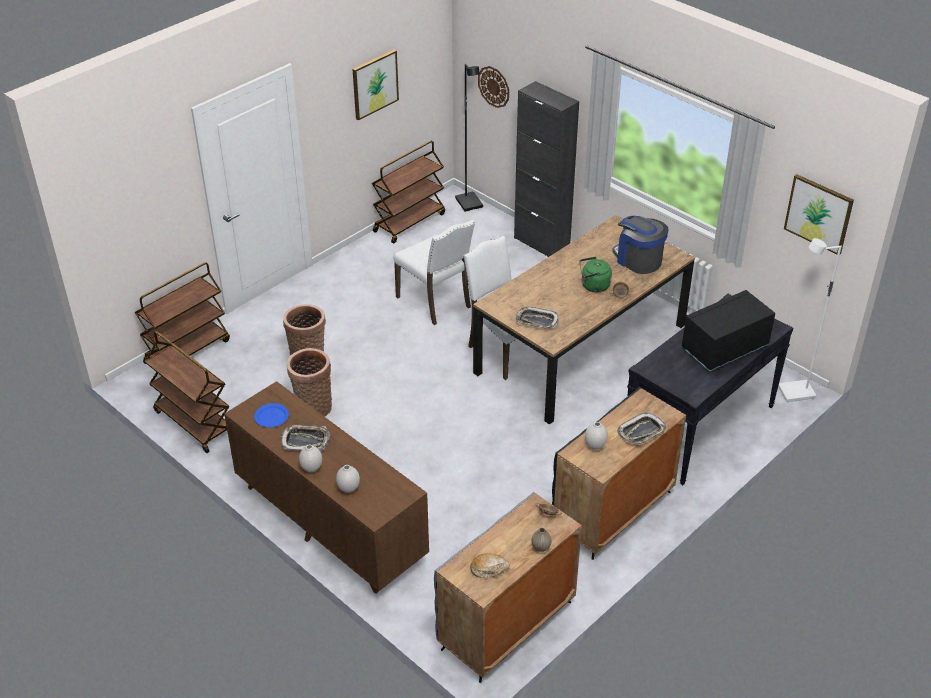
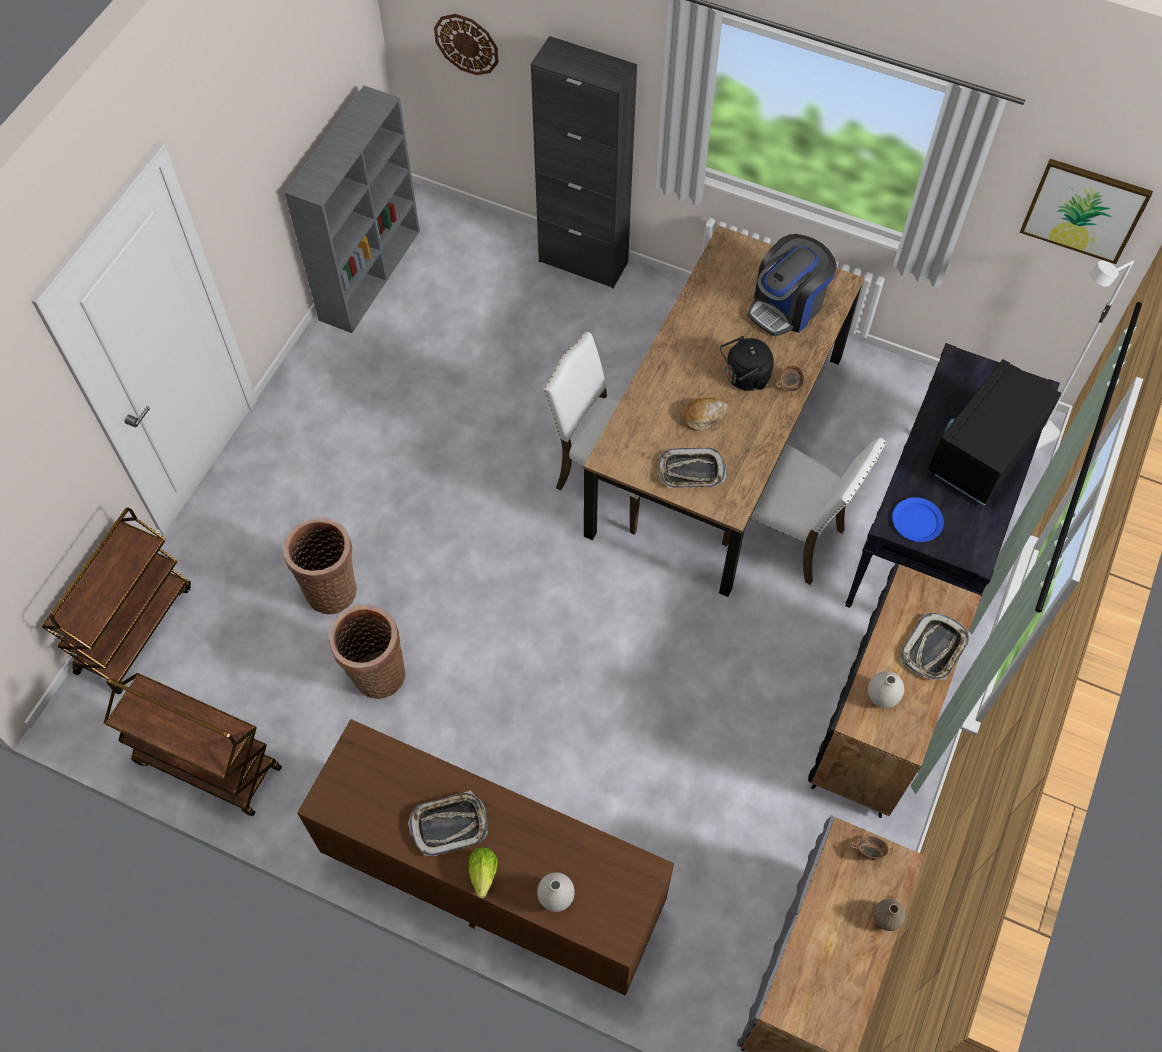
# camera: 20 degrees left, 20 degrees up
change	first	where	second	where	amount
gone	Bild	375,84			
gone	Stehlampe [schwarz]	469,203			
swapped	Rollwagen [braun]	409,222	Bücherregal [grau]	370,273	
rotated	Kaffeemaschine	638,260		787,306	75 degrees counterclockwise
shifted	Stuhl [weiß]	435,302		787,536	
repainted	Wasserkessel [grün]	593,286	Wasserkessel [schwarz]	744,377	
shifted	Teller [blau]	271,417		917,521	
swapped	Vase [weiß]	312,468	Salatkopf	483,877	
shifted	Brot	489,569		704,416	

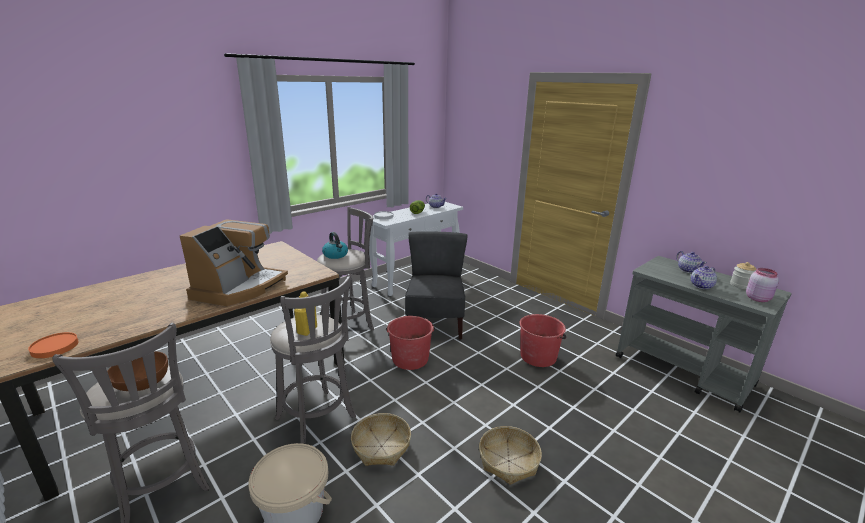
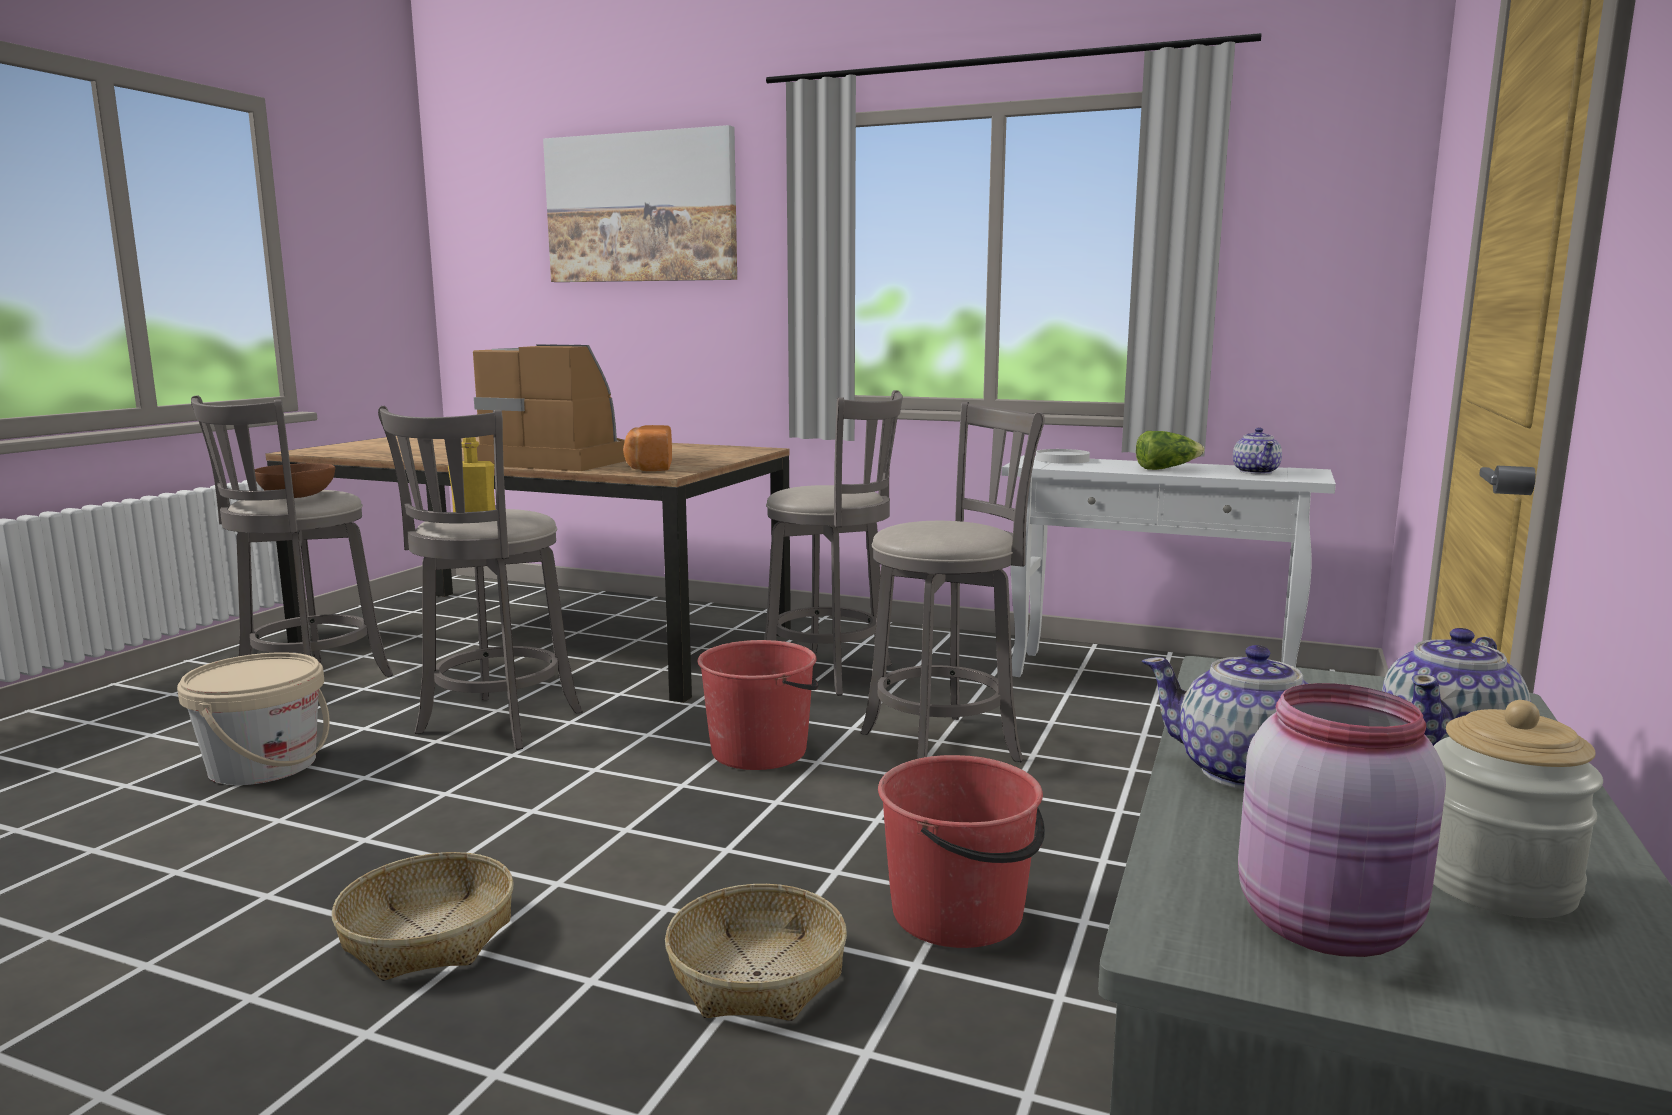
# camera: 65 degrees right, 10 degrees down
change	first	where	second	where	amount
rotated	Kaffeemaschine	239,288		557,461	150 degrees counterclockwise
swapped	Stuhl [grau]	435,324	Hocker [grau]	947,745	
gone	Wasserkessel	336,255			
gone	Teller [orange]	54,347			
shifted	Korb	381,446		758,974	
new			Bild	641,208	
new			Brot	648,467	

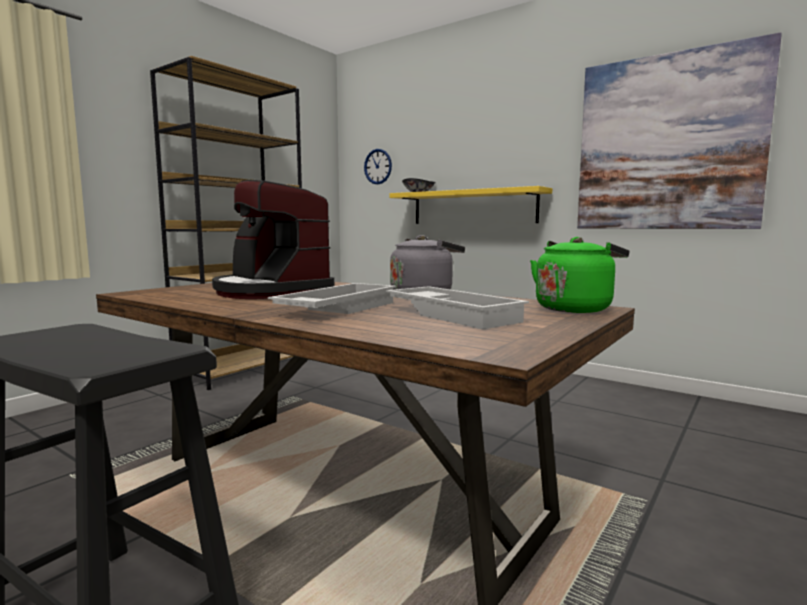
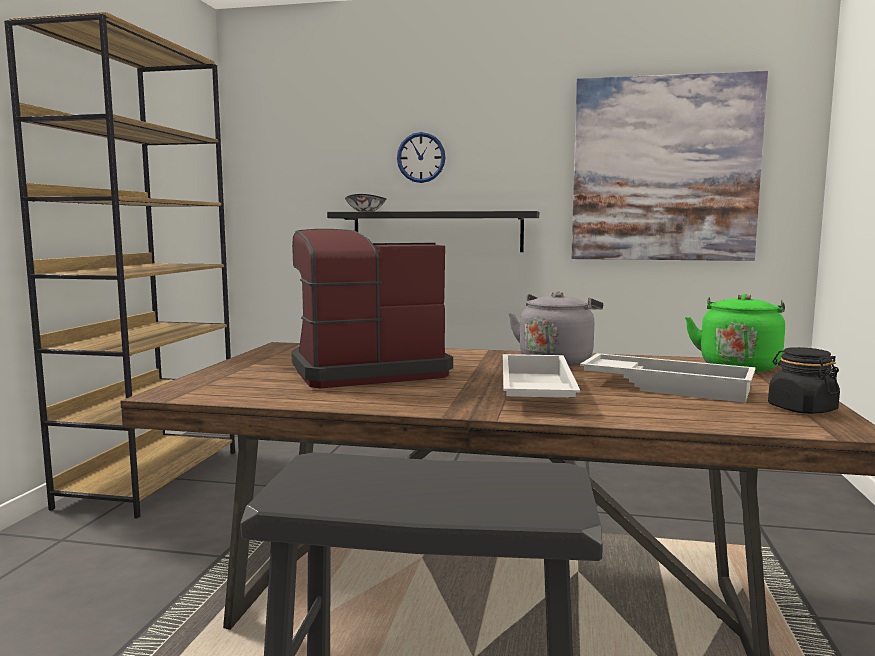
# camera: 25 degrees left, 0 degrees up
change	first	where	second	where	amount
shifted	Wanduhr	378,166		421,157	
rotated	Kaffeemaschine	270,292		365,371	135 degrees clockwise
repainted	Wandregal [gelb]	473,207	Wandregal [schwarz]	437,232	
new			Vorratsglas [schwarz]	801,409	

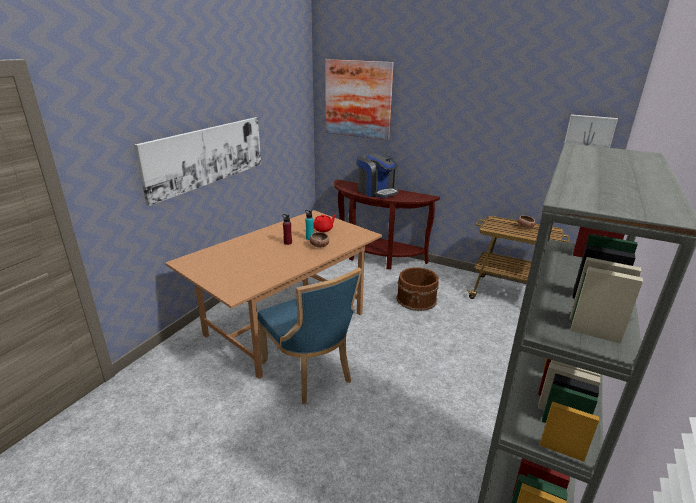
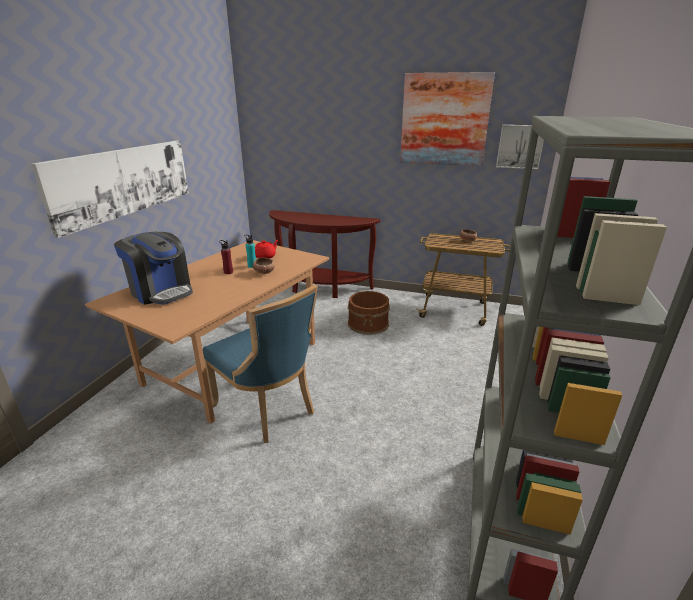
# camera: 10 degrees left, 0 degrees up
change	first	where	second	where	amount
shifted	Bild	358,99		444,120	
shifted	Kaffeemaschine	376,191		161,292	

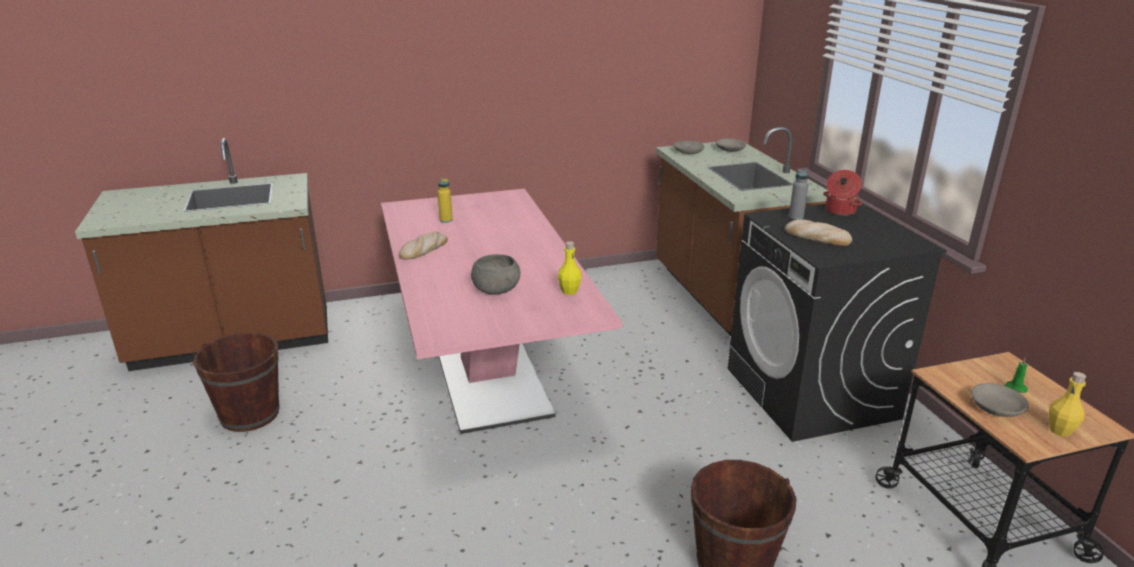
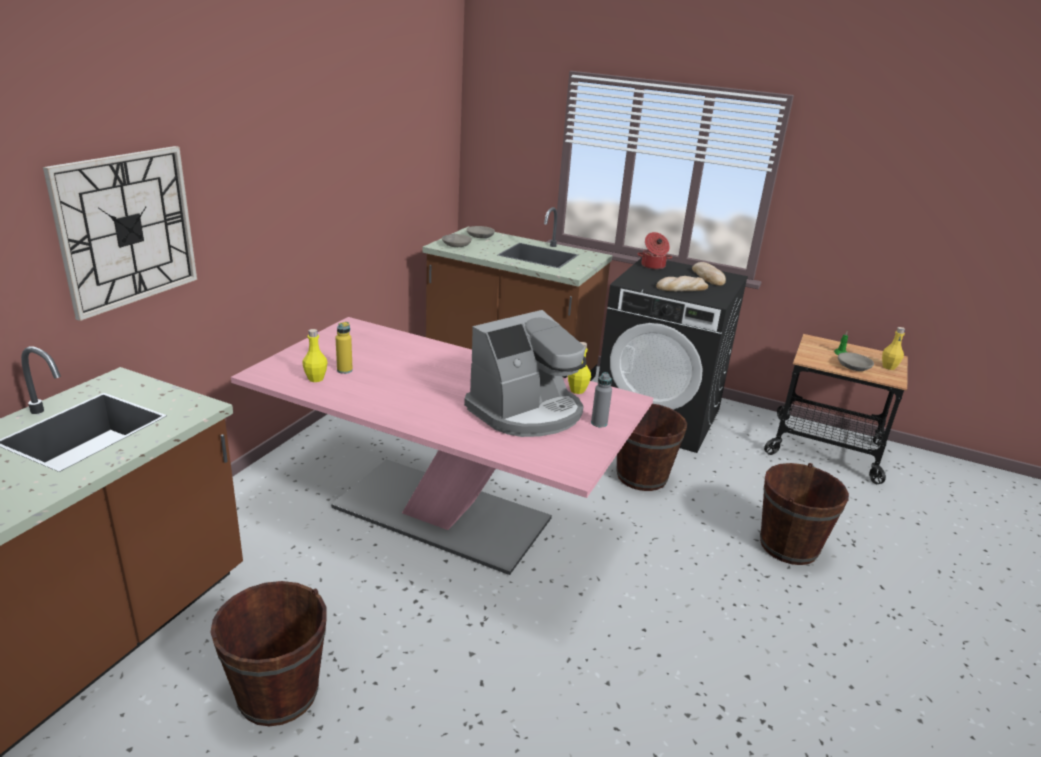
# camera: 50 degrees left, 0 degrees up
change	first	where	second	where	amount
shifted	Flasche [grau]	796,216		599,423	
shifted	Brot	423,249		708,277	
swapped	Schüssel [grau]	497,289	Kaffeemaschine	526,412	
new			Wanduhr	127,229	
new			Flasche [gelb]	316,379	
new			Eimer [braun]	641,476	

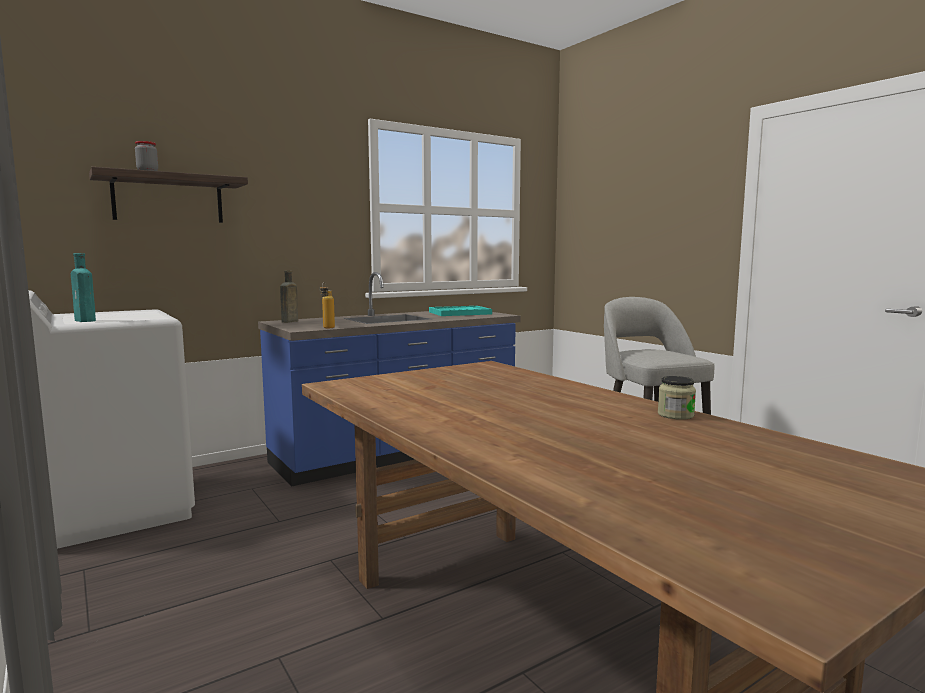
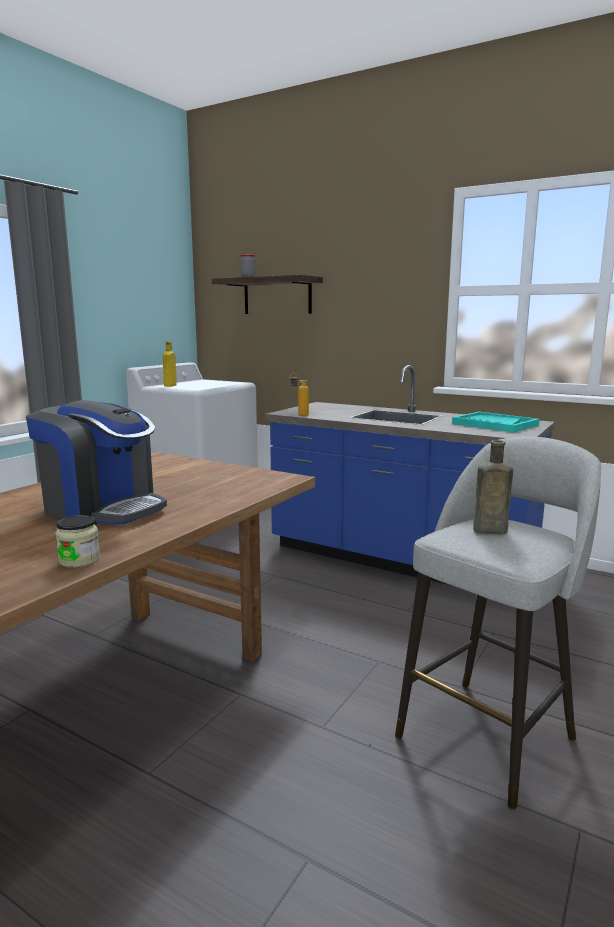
# camera: 65 degrees right, 5 degrees up
change	first	where	second	where	amount
repainted	Flasche [türkis]	86,321	Flasche [gelb]	170,386	
shifted	Flasche [braun]	288,321		487,531	
new			Kaffeemaschine	102,509	

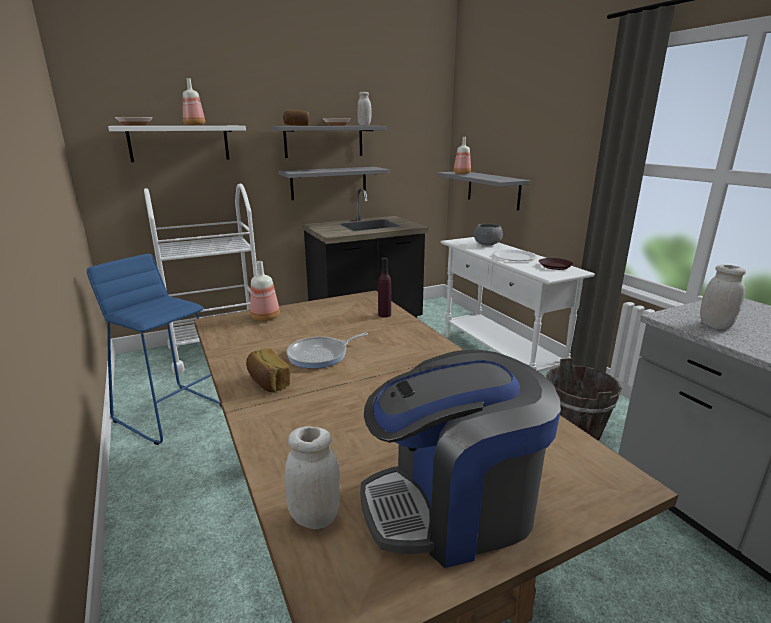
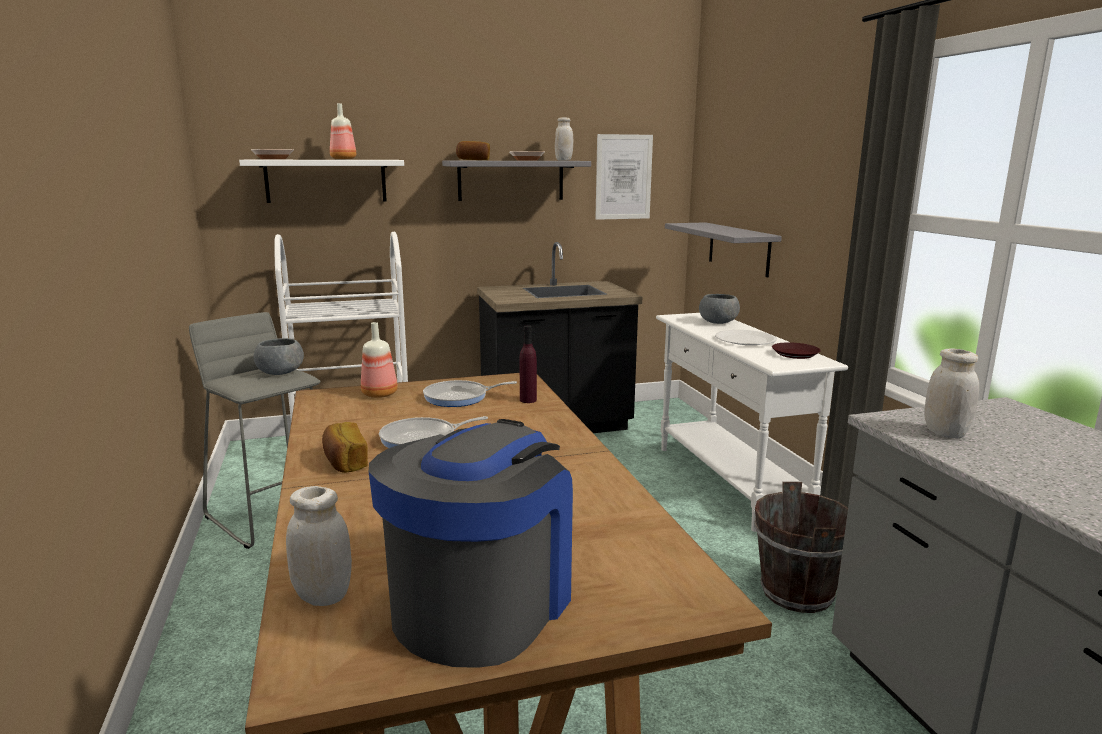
# camera: 10 degrees right, 5 degrees down
change	first	where	second	where	amount
gone	Flasche	461,174			
gone	Wandregal [grau]	329,183			
repainted	Hocker [blau]	171,413	Hocker [grau]	274,514	
rotated	Kaffeemaschine	453,506		482,603	120 degrees clockwise
new			Bild	623,177	
new			Schüssel [grau]	280,372	
new			Pfanne	459,398	

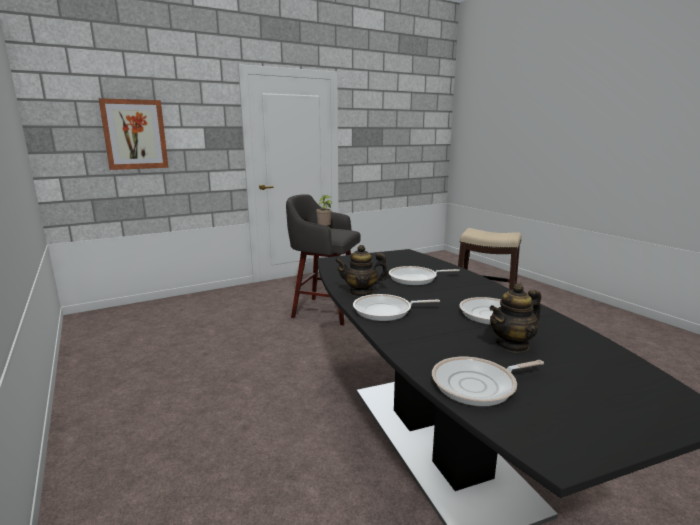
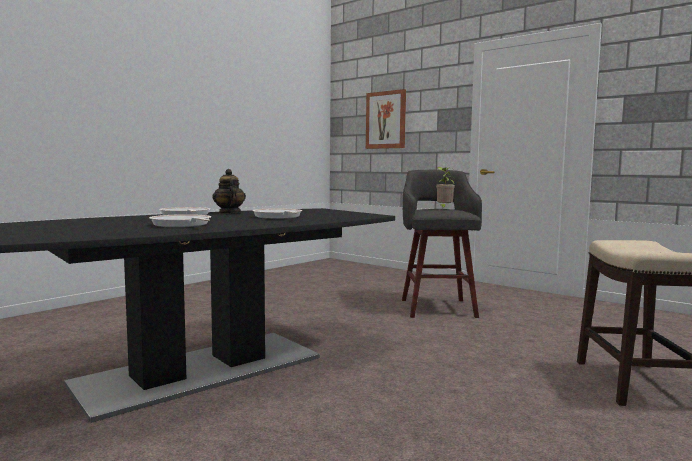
# camera: 70 degrees right, 10 degrees down
change	first	where	second	where	amount
gone	Teekanne	512,344			
gone	Pfanne	478,385			

